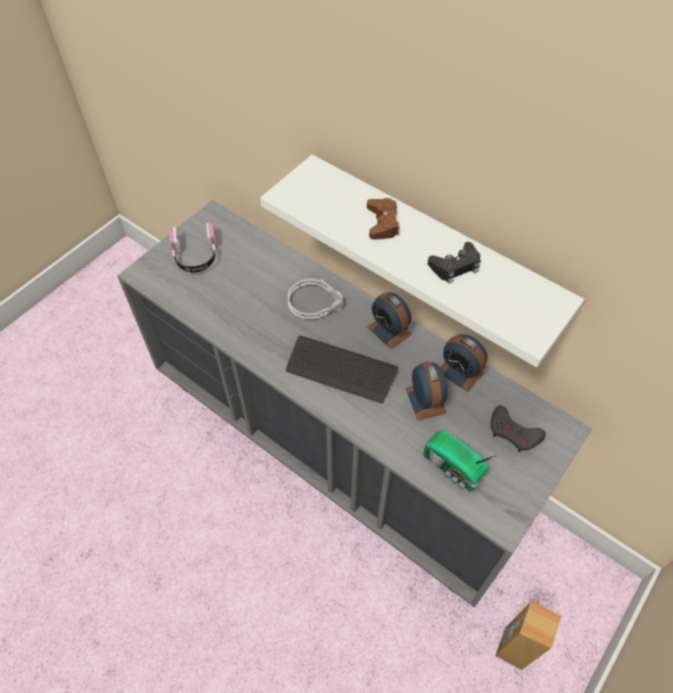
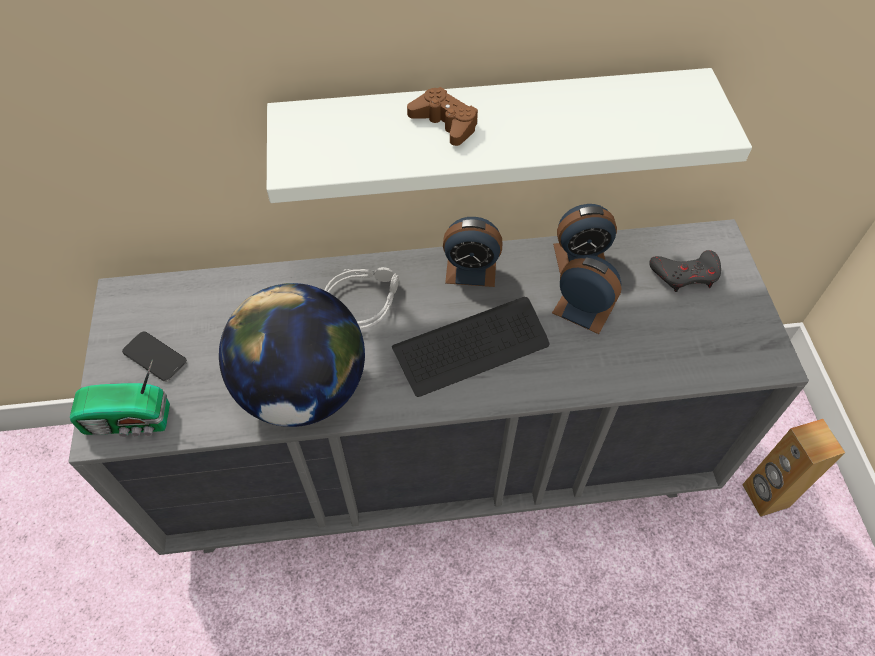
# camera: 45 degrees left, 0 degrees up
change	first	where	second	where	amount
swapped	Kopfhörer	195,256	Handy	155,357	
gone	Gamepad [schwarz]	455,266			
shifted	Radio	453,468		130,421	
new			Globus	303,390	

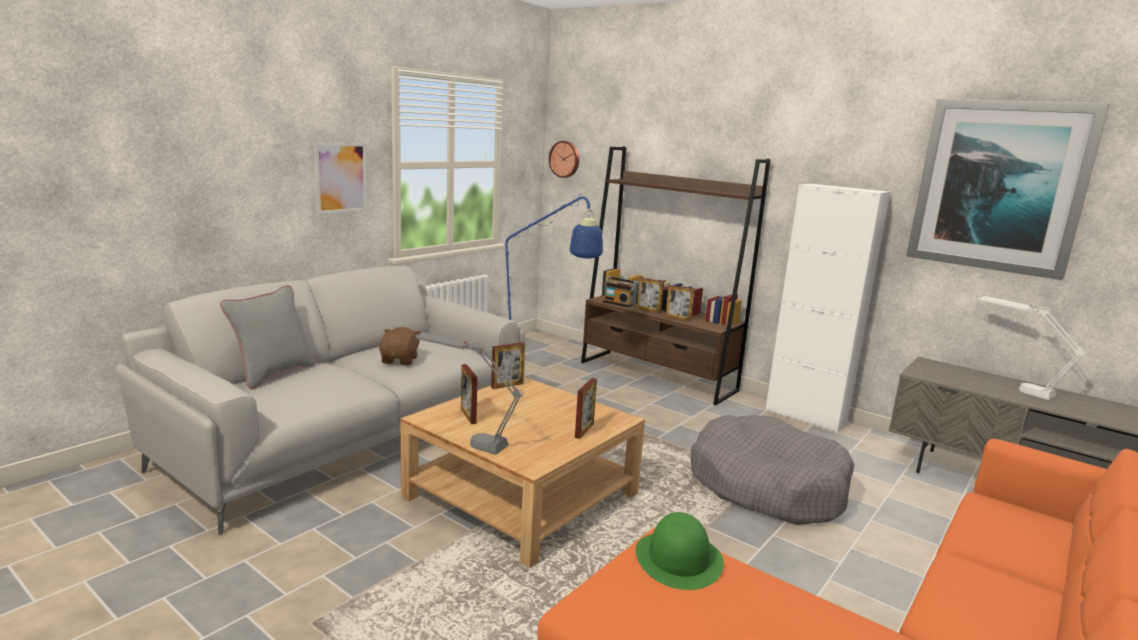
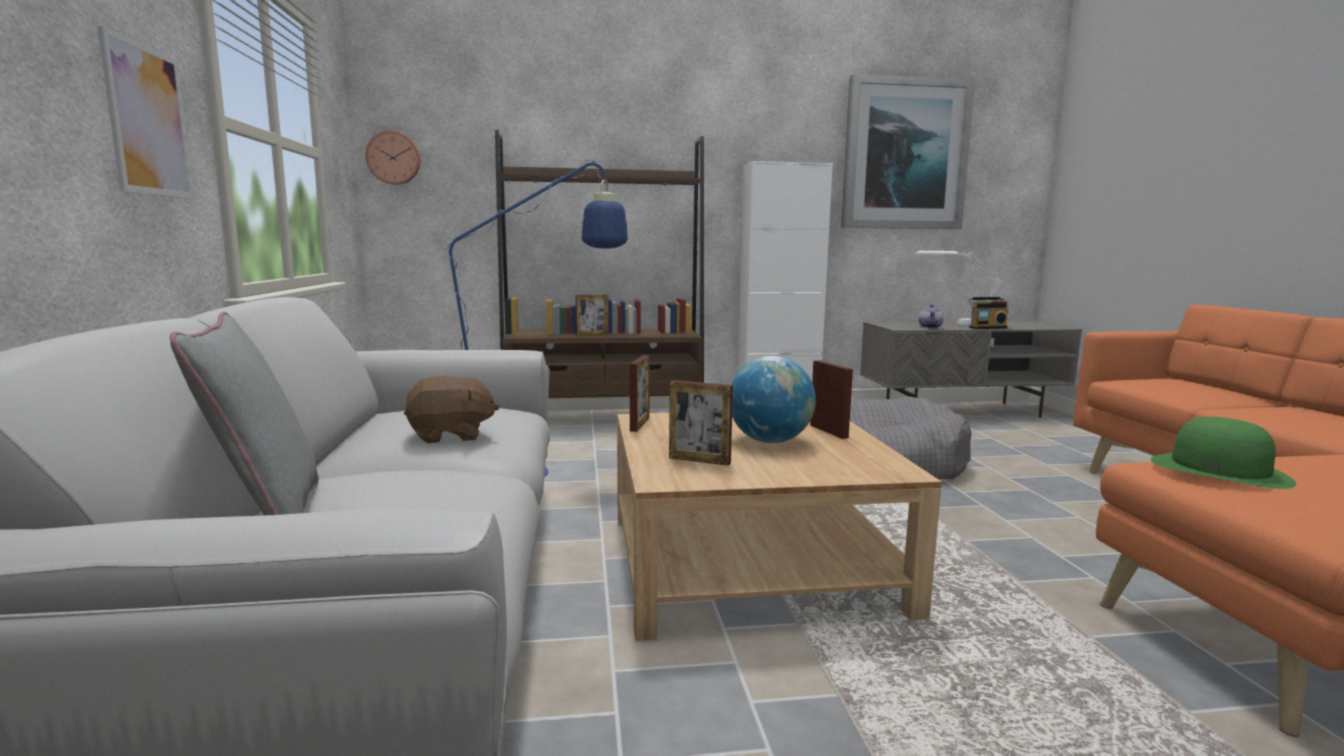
# camera: 45 degrees left, 5 degrees down
change	first	where	second	where	amount
shifted	Radio	618,303		986,327	
gone	Bilderrahmen	678,319			
rotated	Plüschtier [braun]	400,360		451,436	120 degrees clockwise
gone	Tischlampe [grau]	467,439			
new			Teekanne	930,327	
new			Globus	769,441	

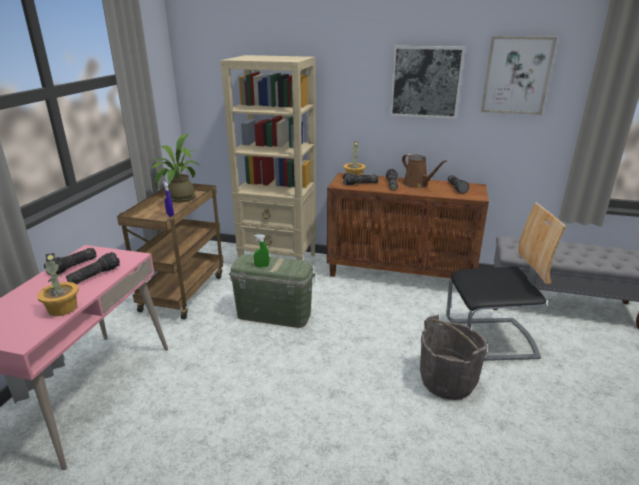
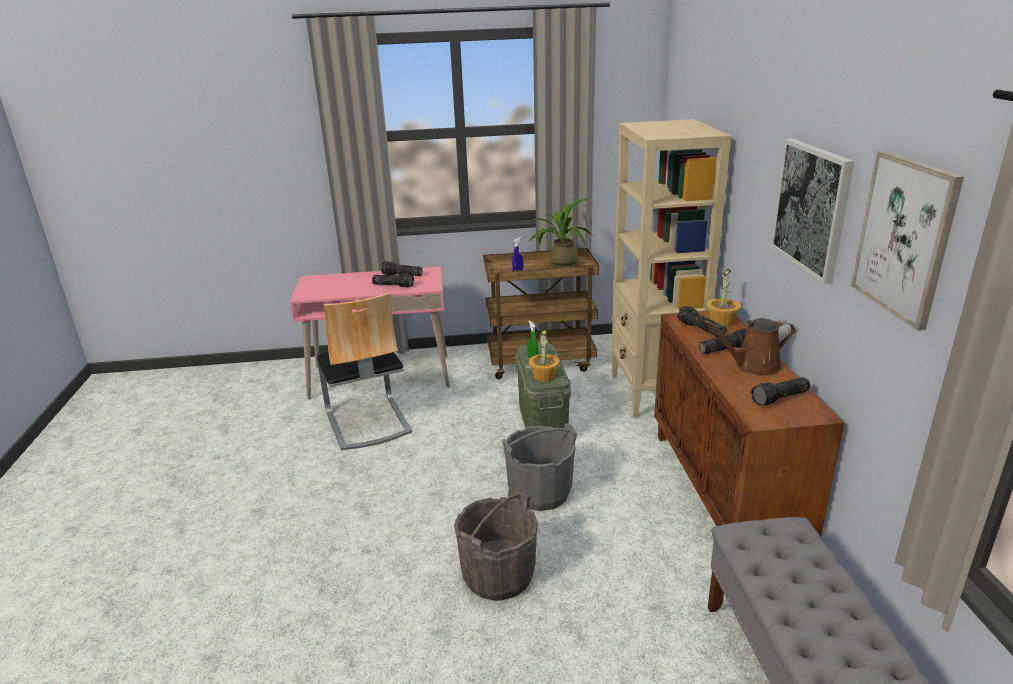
# camera: 70 degrees right, 0 degrees up
change	first	where	second	where	amount
rotated	Gießkanne [braun]	417,184		753,366	45 degrees clockwise
shifted	Stuhl	491,339		367,422	
shifted	Topfpflanze	62,308		544,376	
new			Eimer [grau]	540,492	

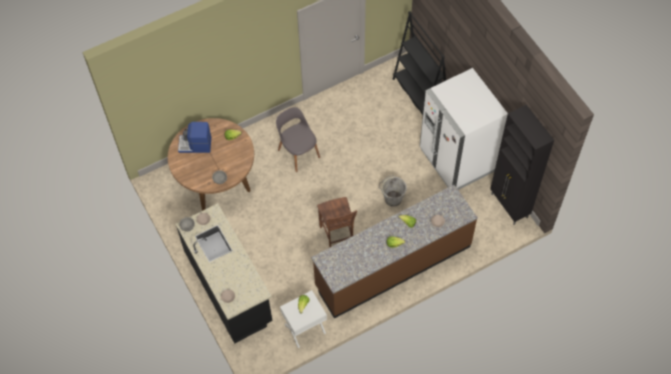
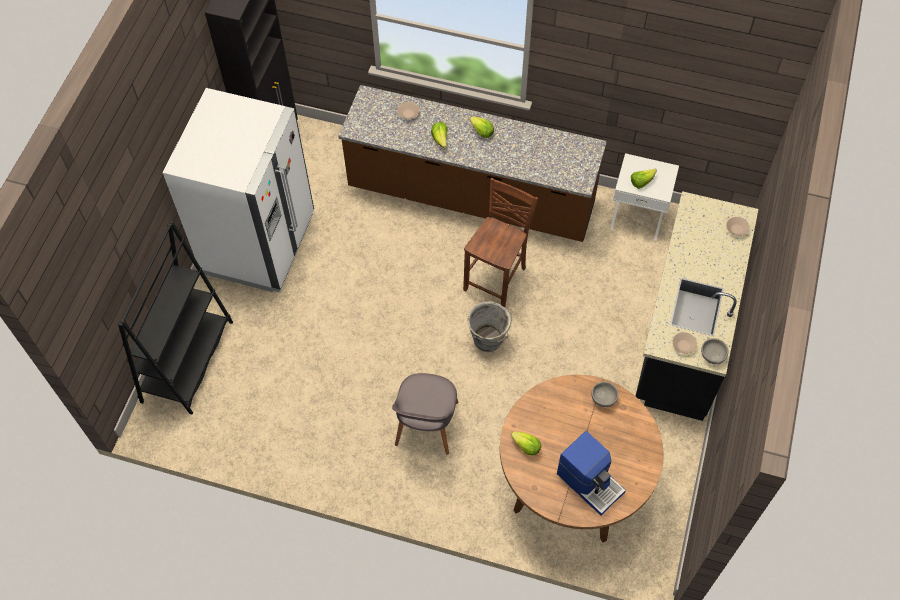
# camera: 135 degrees left, 0 degrees up
change	first	where	second	where	amount
shifted	Eimer [grau]	392,199		488,340	

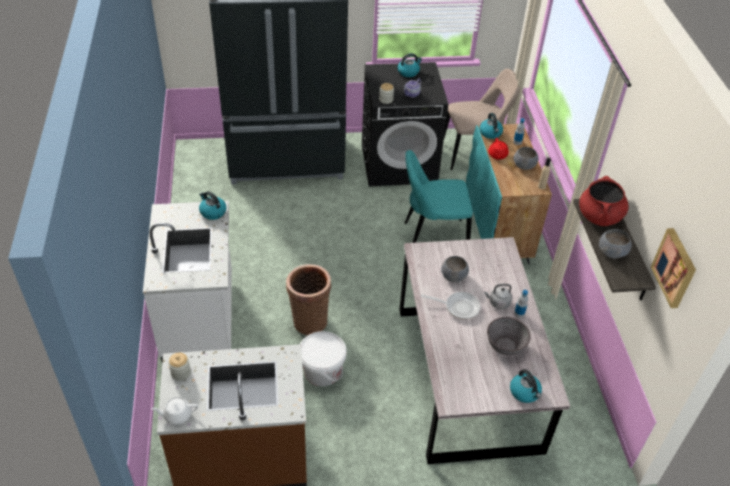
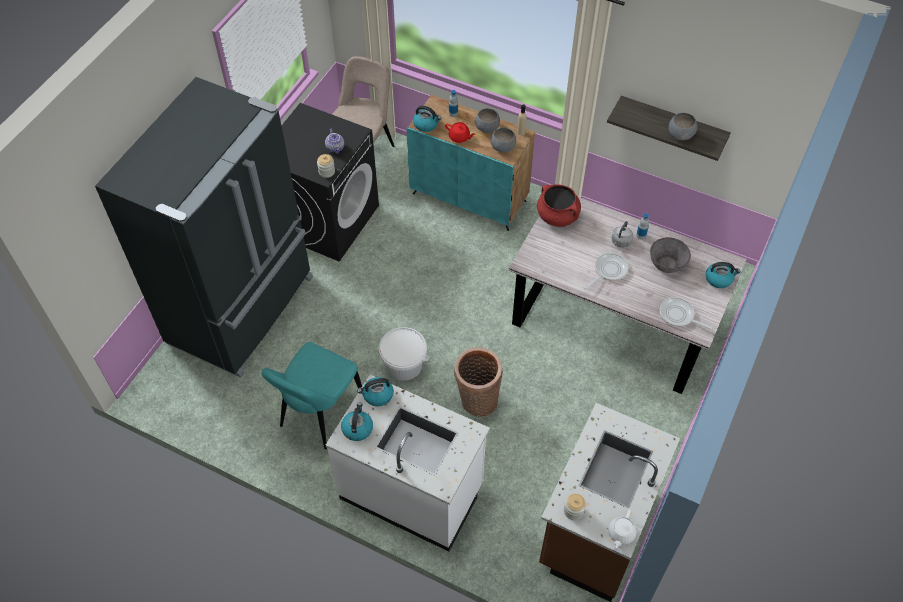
# camera: 55 degrees left, 10 degrees up
change	first	where	second	where	amount
shifted	Wasserkessel	408,72		357,428	
shifted	Stuhl [türkis]	432,237		319,414	
shifted	Kochtopf [rot]	599,216		557,216	
gone	Bild	675,268			
shifted	Schüssel [grau]	454,276		503,147	
shifted	Eimer [weiß]	322,371		404,365	
new			Pfanne	679,316	

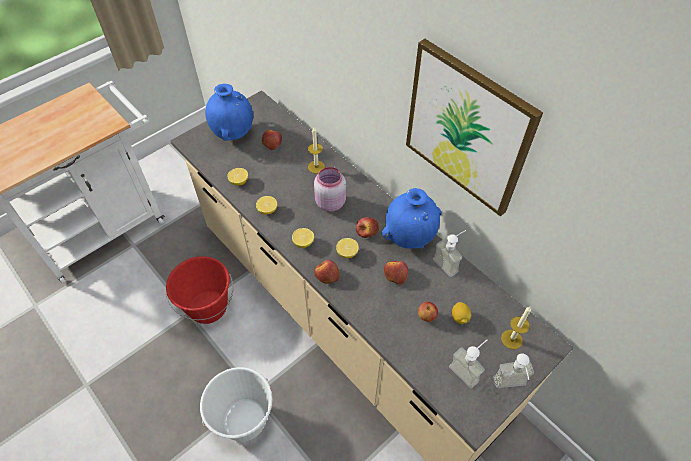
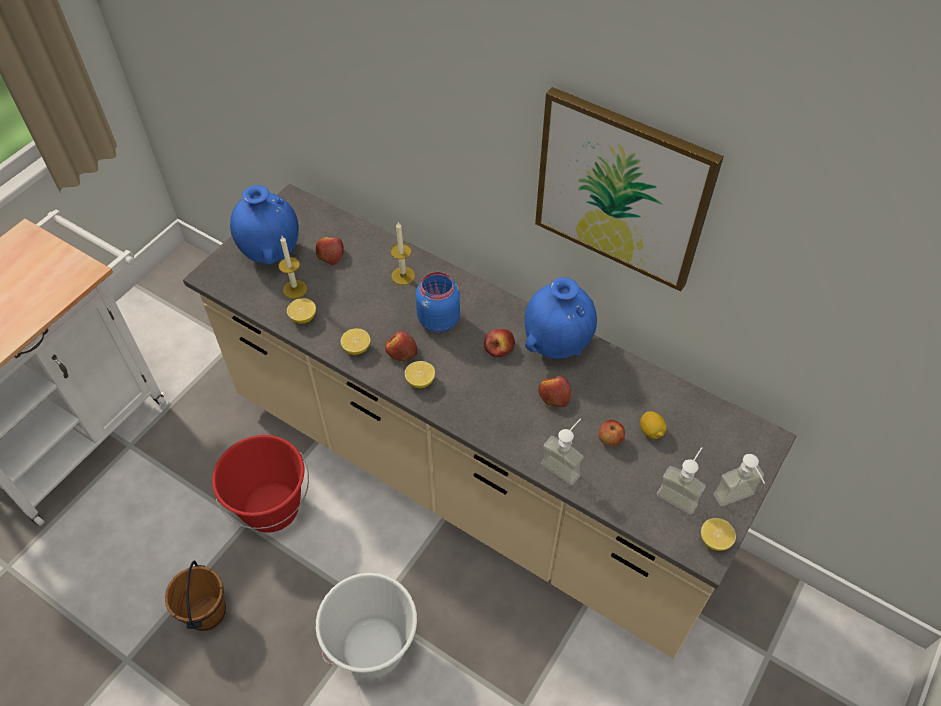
# camera: 15 degrees left, 0 degrees up
change	first	where	second	where	amount
repainted	Vorratsglas [rosa]	329,202	Vorratsglas [blau]	437,320	
shifted	Seifenspender	449,263		564,464	
shifted	Zitrone	347,253		714,540	
shifted	Apfel	327,275		401,351	
shifted	Kerze	511,339		295,289	
new			Eimer [braun]	206,613	

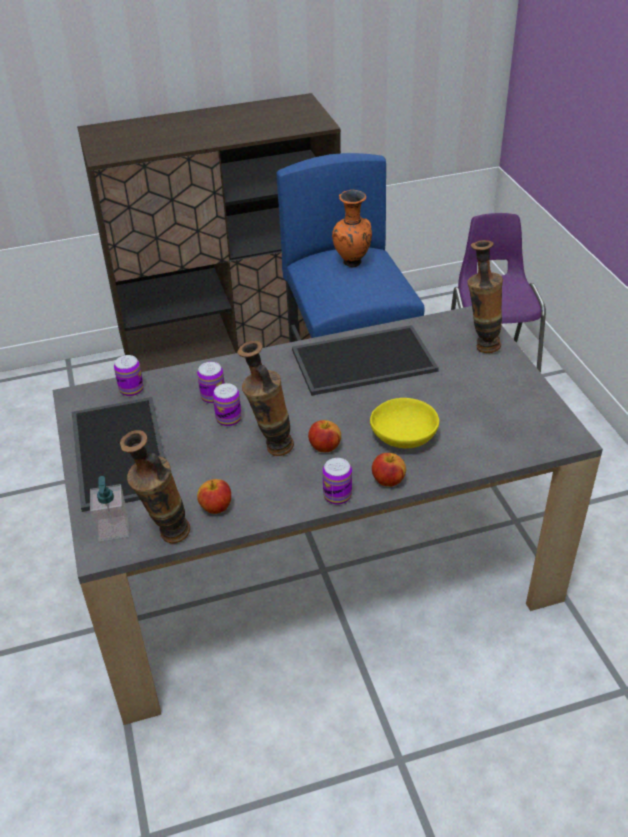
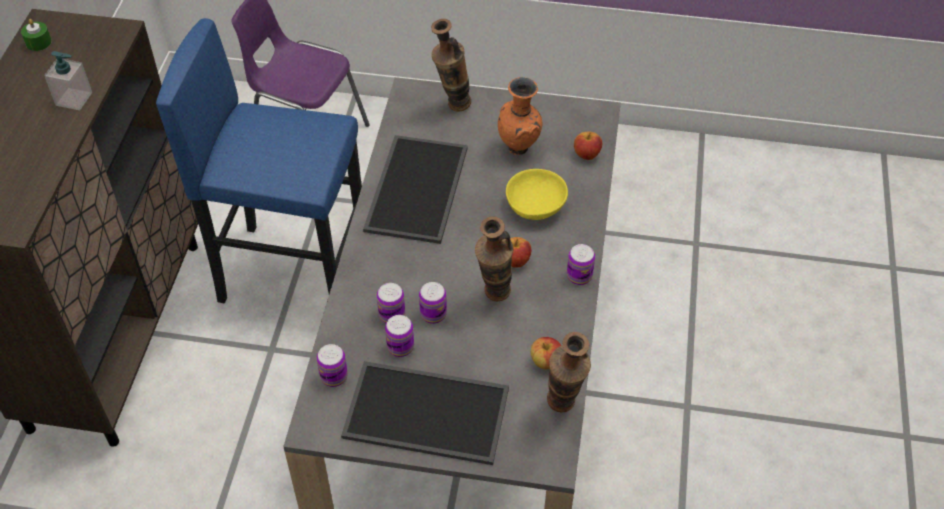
# camera: 65 degrees left, 10 degrees up
change	first	where	second	where	amount
shifted	Vase [orange]	352,264		519,149	
shifted	Apfel	388,480		586,155	
shifted	Seifenspender	113,528		74,99	
new			Kerze [grün]	38,42	
new			Dose	400,347	

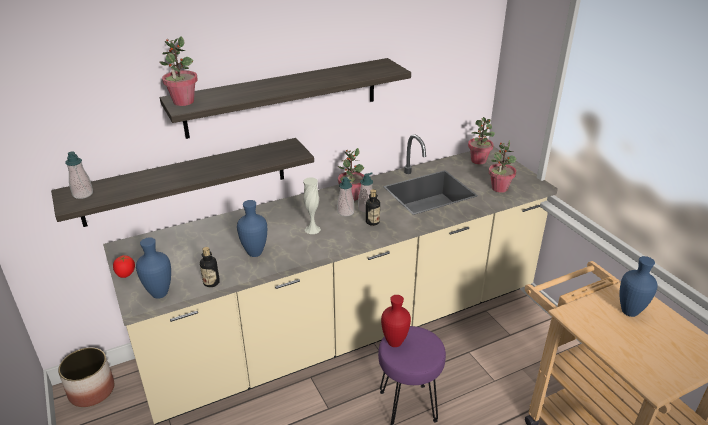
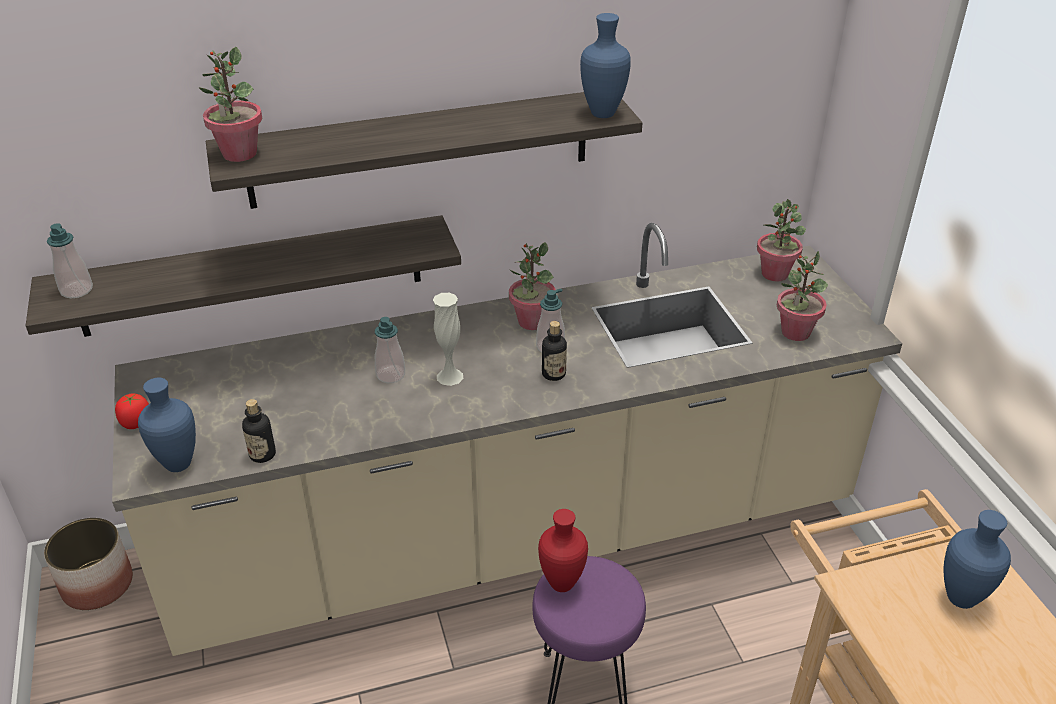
# camera: 10 degrees right, 5 degrees up
change	first	where	second	where	amount
shifted	Seifenspender	345,212		390,375	
shifted	Vase [blau]	255,252		603,113	

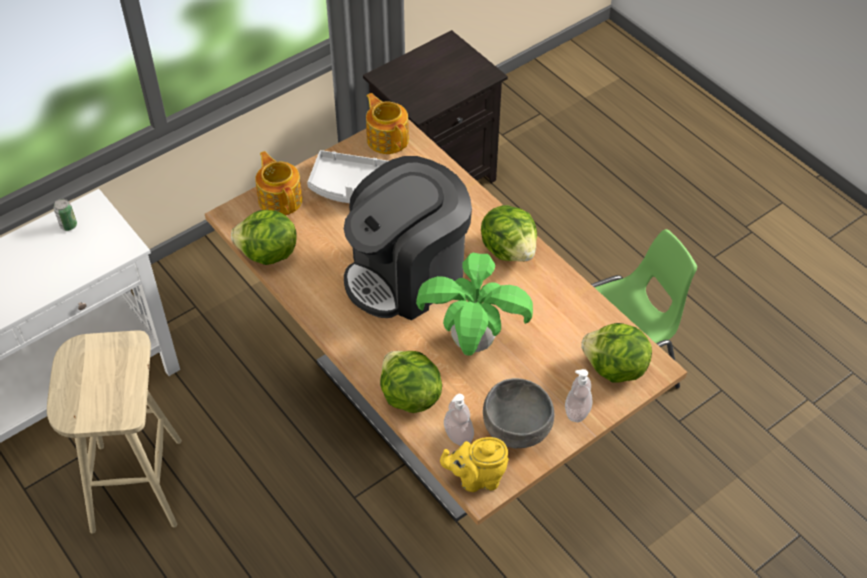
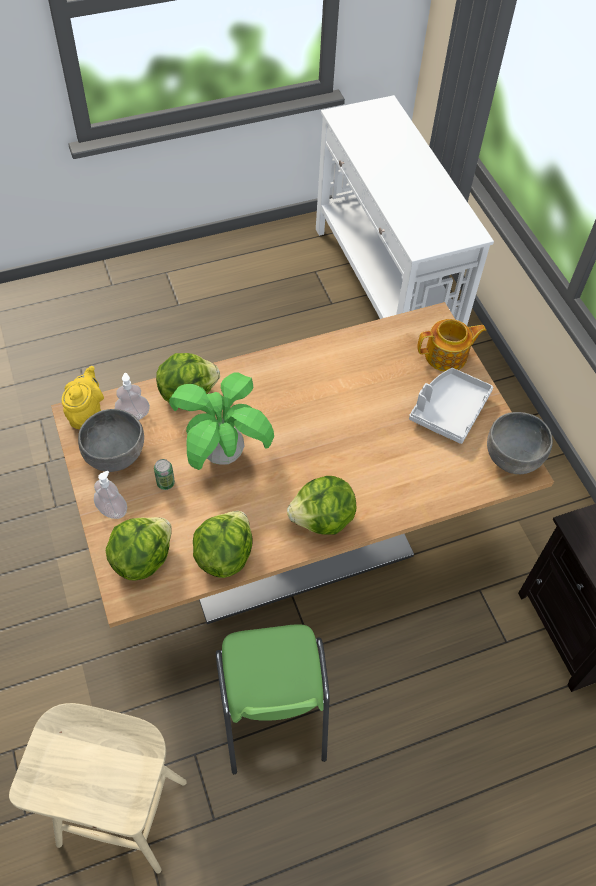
# camera: 105 degrees right, 5 degrees up
change	first	where	second	where	amount
swapped	Teekanne	387,138	Schüssel [grau]	511,459	
gone	Kaffeemaschine	407,274			
shifted	Dose	68,225		165,483	
shifted	Salatkopf	268,254		224,555	
shifted	Hocker [beige]	135,483		124,811	

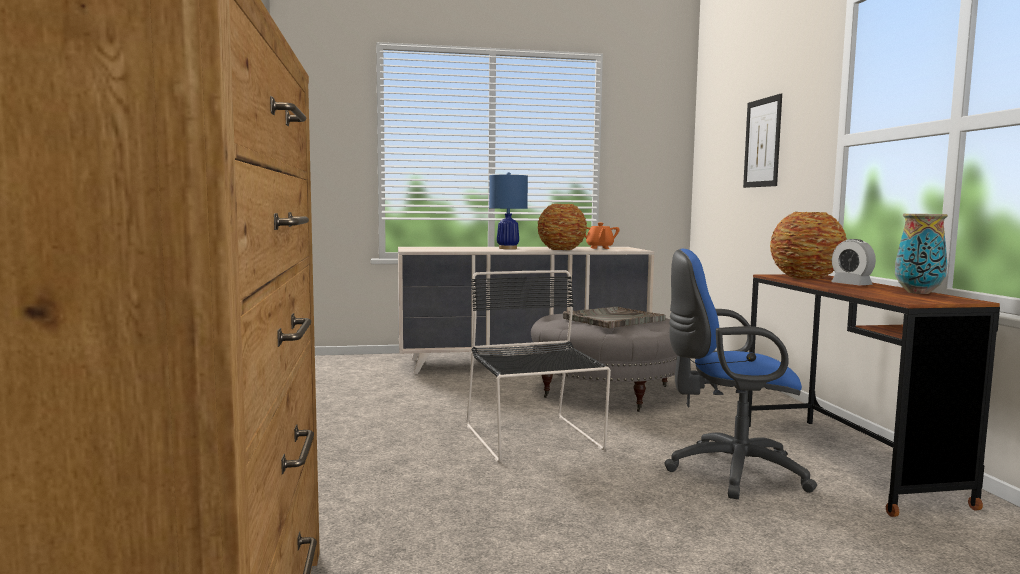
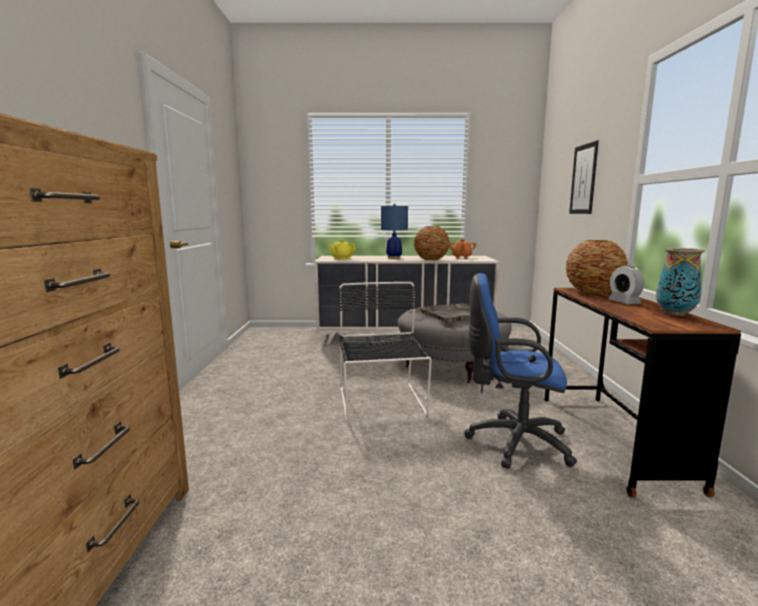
# camera: 10 degrees right, 5 degrees up
change	first	where	second	where	amount
new			Teekanne [gelb]	342,258	

